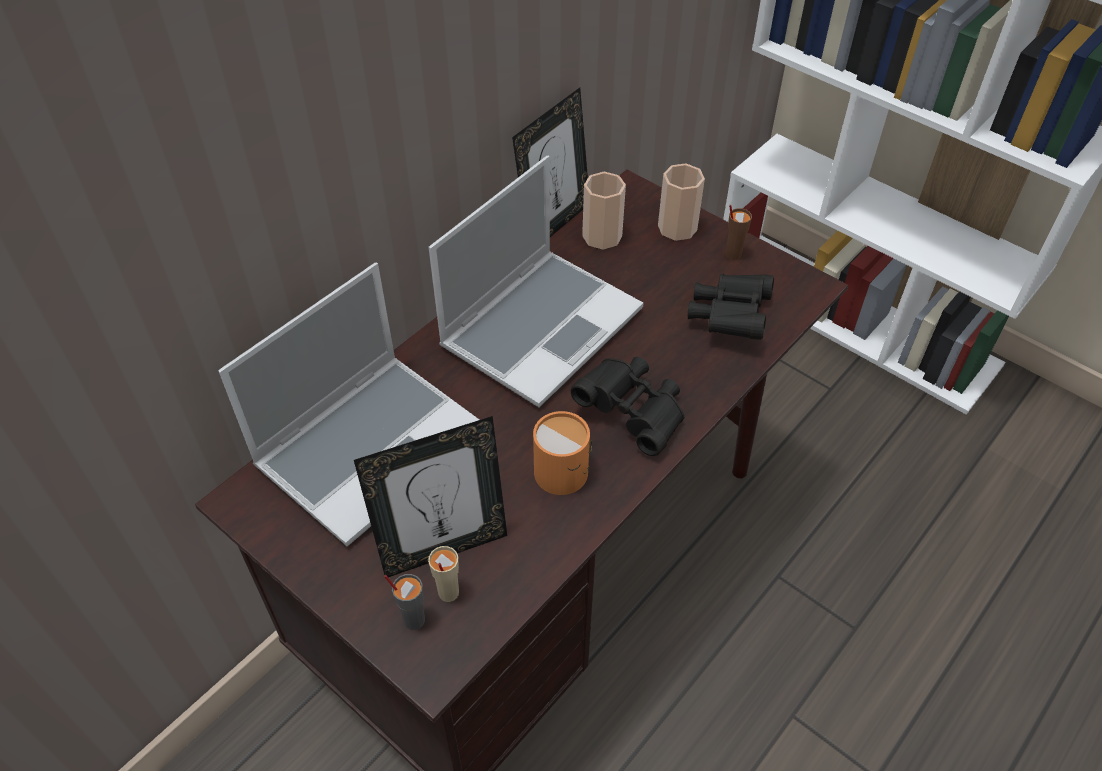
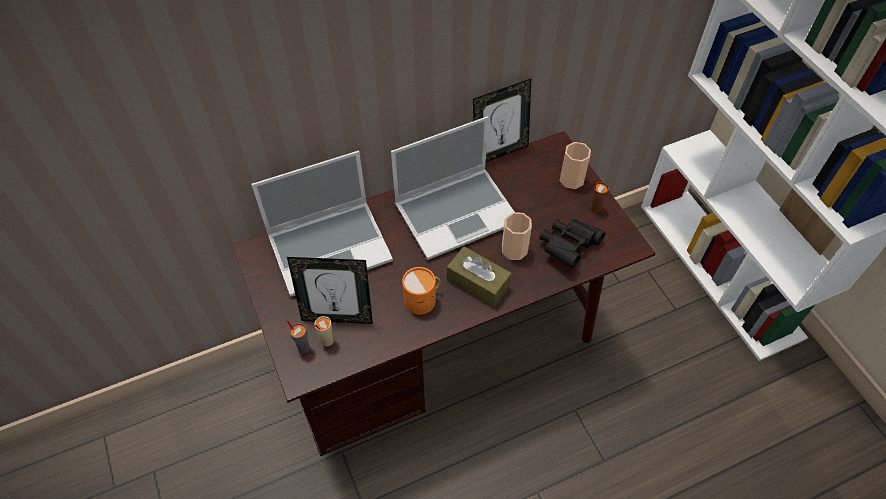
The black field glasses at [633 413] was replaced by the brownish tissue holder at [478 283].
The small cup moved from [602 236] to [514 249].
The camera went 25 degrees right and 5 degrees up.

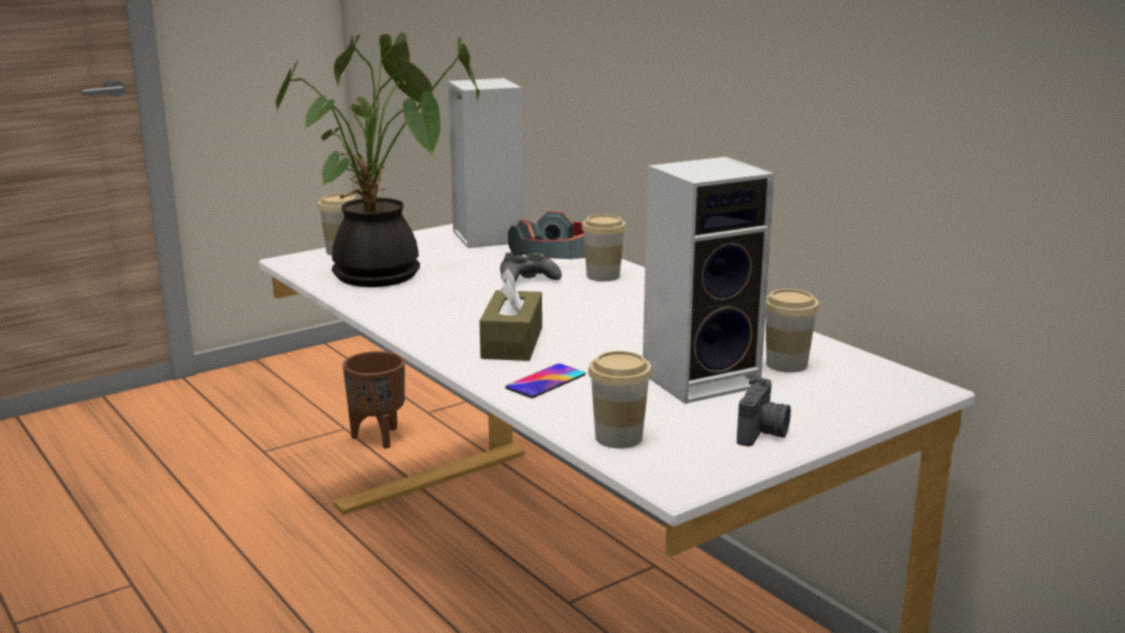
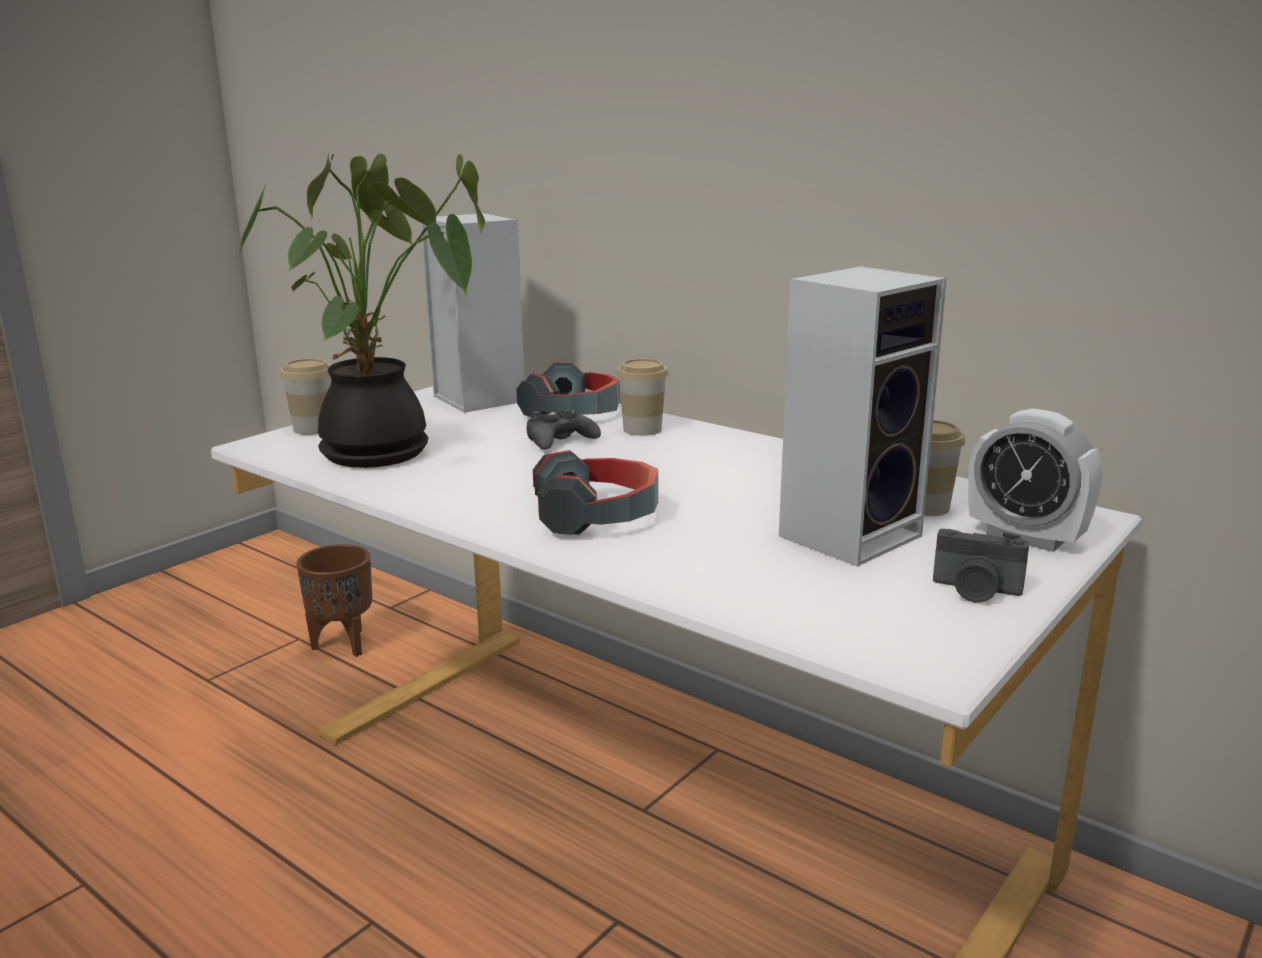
The brownish tissue holder at [512 343] was replaced by the pair of headphones at [598 516].
The still camera at [763 433] turned 105 degrees clockwise.
The bedside clock at [1025 537] appeared.
The handset at [546 382] disappeared.
The small cup at [618 437] disappeared.
The camera went 15 degrees left and 0 degrees up.

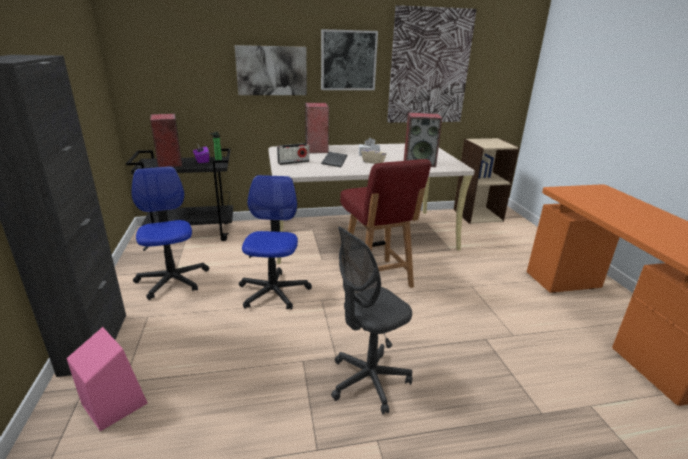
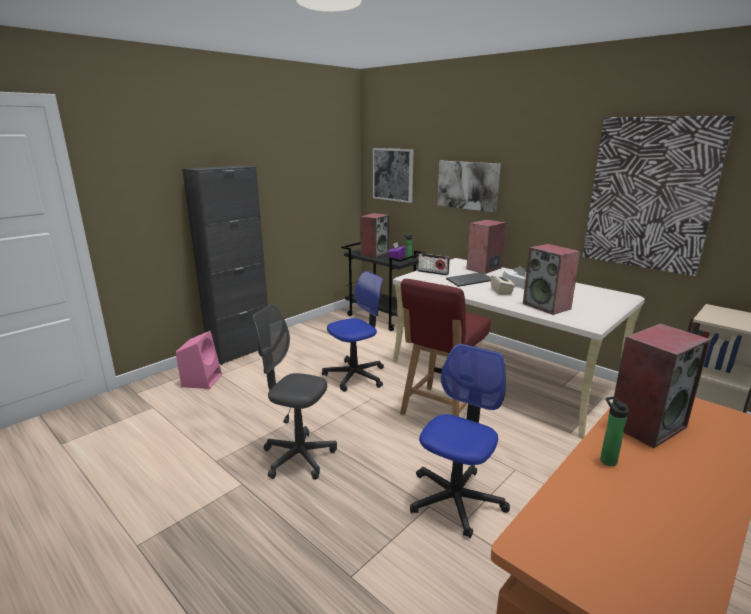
The wall art moved from [348 60] to [393 174].
The office chair moved from [172 280] to [455 499].
The bottle at [606 459] appeared.
The loudspeaker at [646 425] appeared.
The camera went 55 degrees right and 5 degrees down.

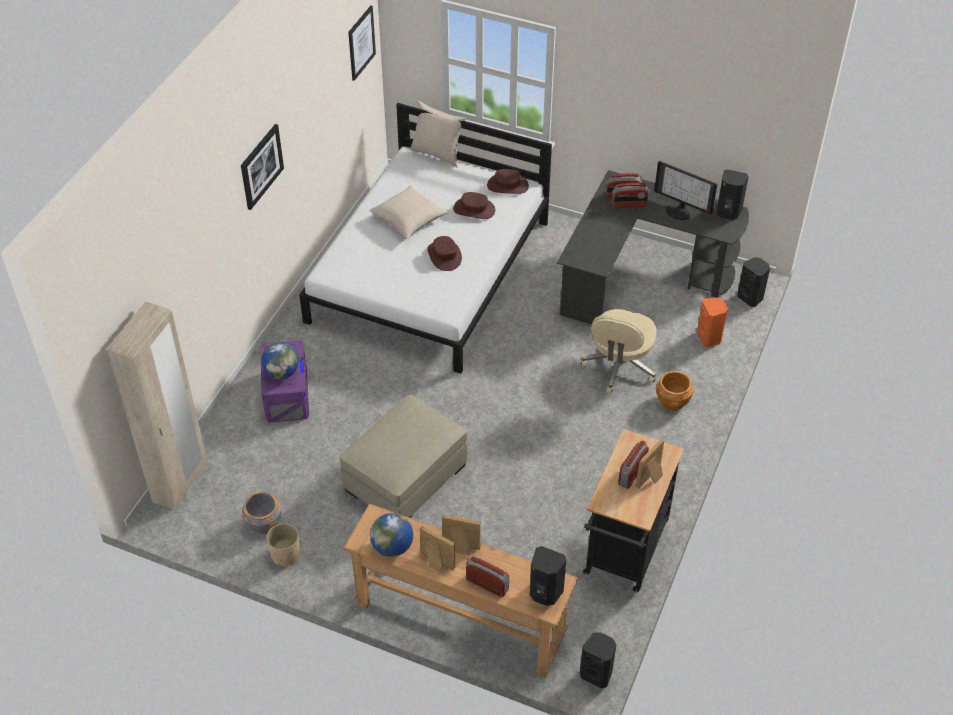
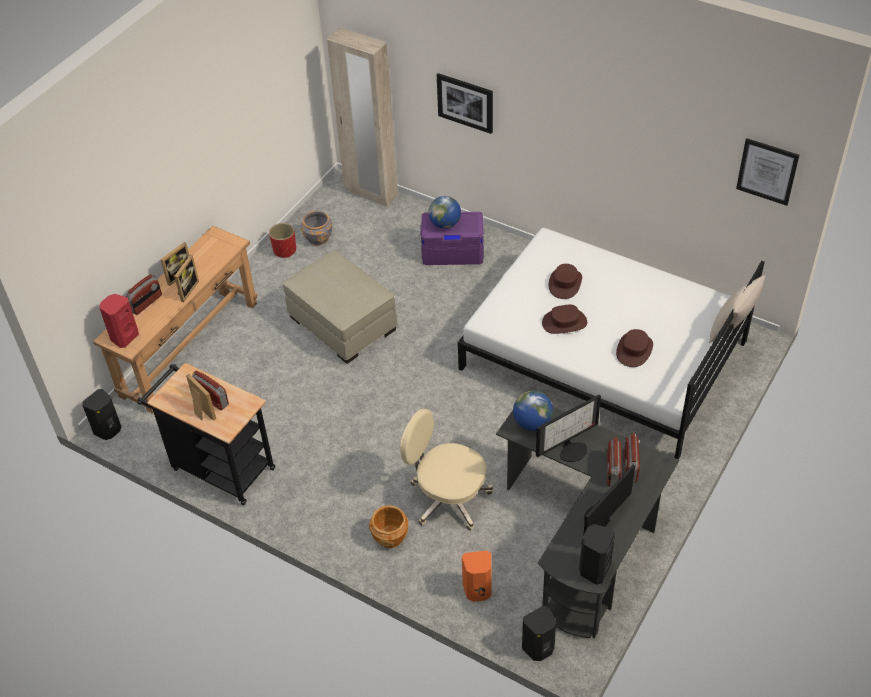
The black loudspeaker at [545 593] became the red-coloured loudspeaker at [124 337].
The beige-coloured flower pot at [285 555] became the red-coloured flower pot at [284 250].
The wall art moved from [261 166] to [465 102].
The world globe moved from [392 547] to [532 423].
The monitor at [572 449] appeared.
The brownish clothing hat moved from [507 186] to [565 283].
The beige-coloured pillow at [409 219] disappeared.
The camera went 100 degrees right and 0 degrees up.

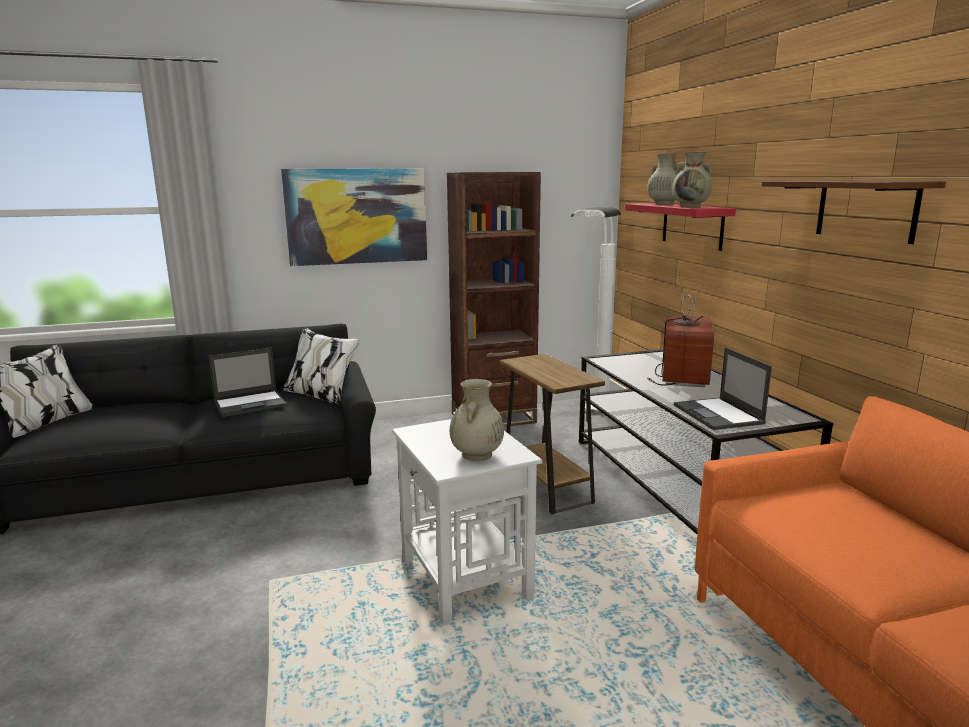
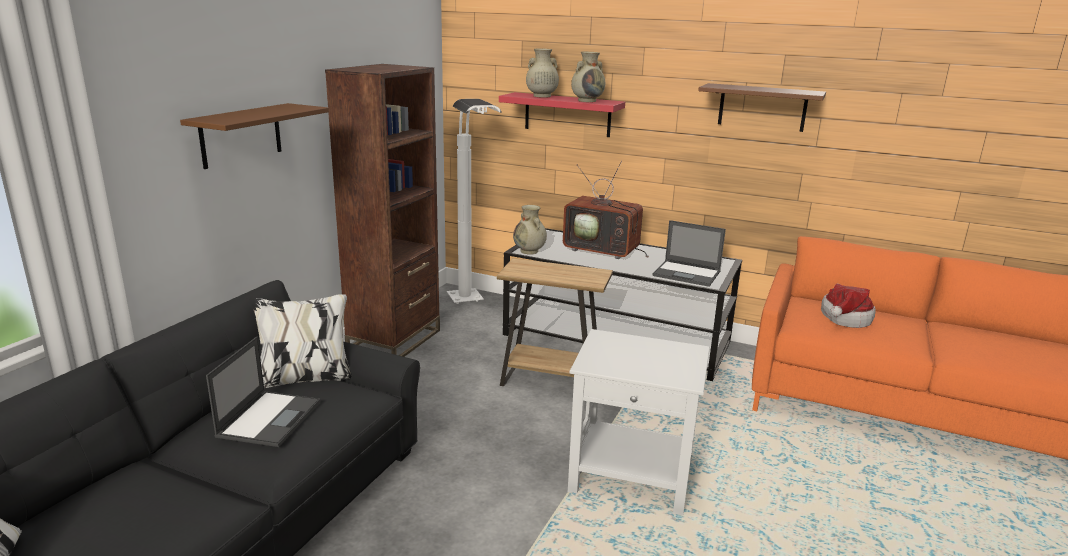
The wall art at [357 216] was replaced by the brownish shelf at [241 135].
The beige-coloured flower vase moved from [477 455] to [529 251].
The television at [680 376] turned 150 degrees clockwise.
The clothing hat at [844 319] appeared.
The camera went 50 degrees left and 5 degrees up.

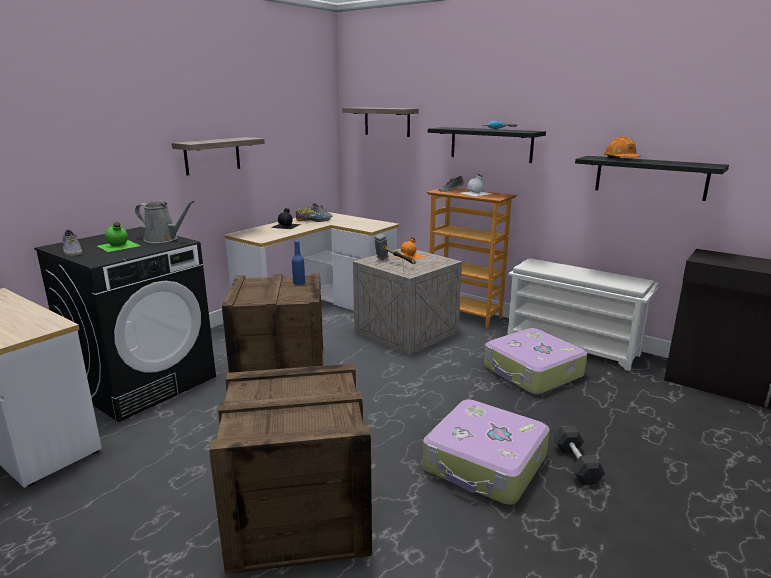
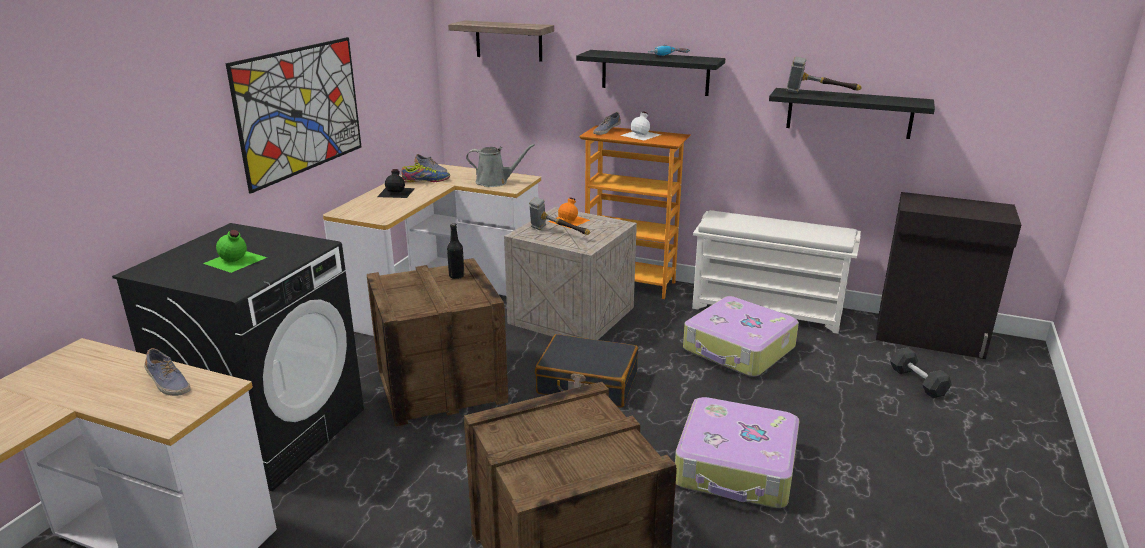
The low shoe moved from [72 251] to [167 383].
The shelf at [212 156] was replaced by the wall art at [301 110].
The blue-coloured bottle at [299 283] became the black bottle at [456 276].
The gray watering can moved from [163 239] to [495 182].
The black travel case at [587 383] appeared.
The orangey safety helmet at [621 159] was replaced by the hammer at [819 94].
The gray free weight moved from [576 464] to [917 382].
The camera went 15 degrees left and 5 degrees up.

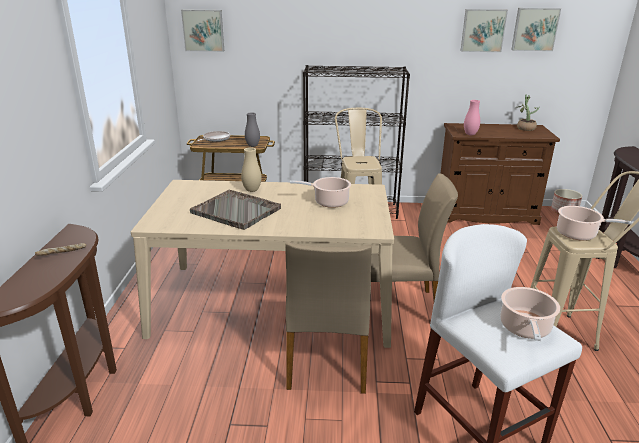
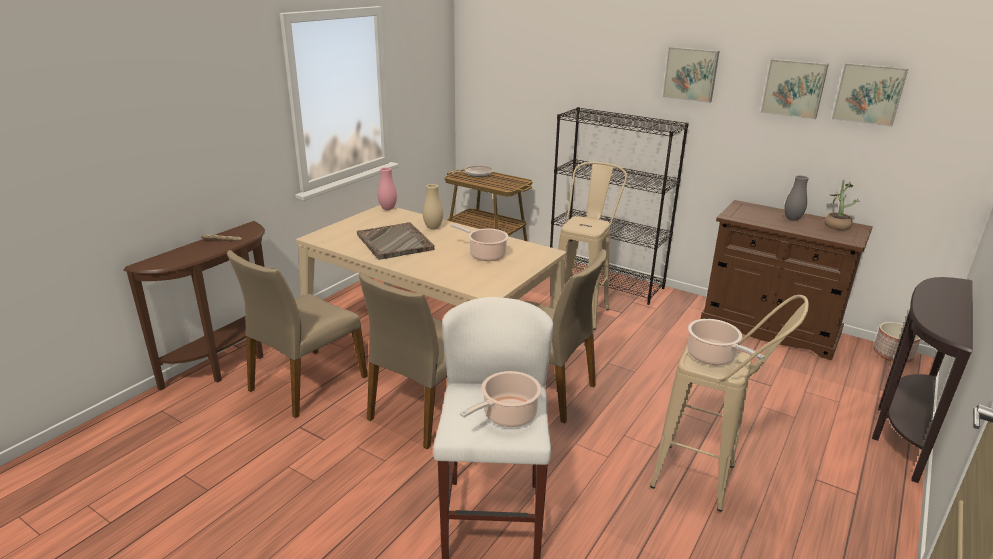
The beige-coloured plain chair at [306 383] appeared.
The pinkish flower vase moved from [470 134] to [388 208].
The wall art moved from [203 30] to [691 74].
The gray flower vase moved from [252 146] to [792 219].
The camera went 30 degrees right and 0 degrees up.

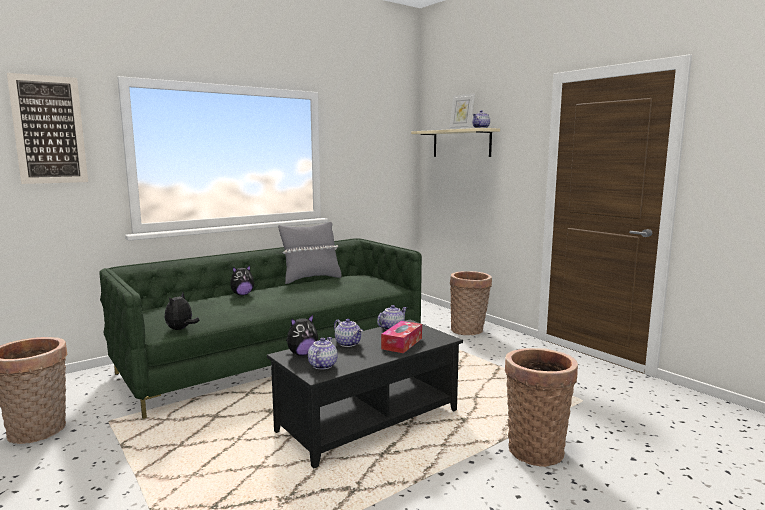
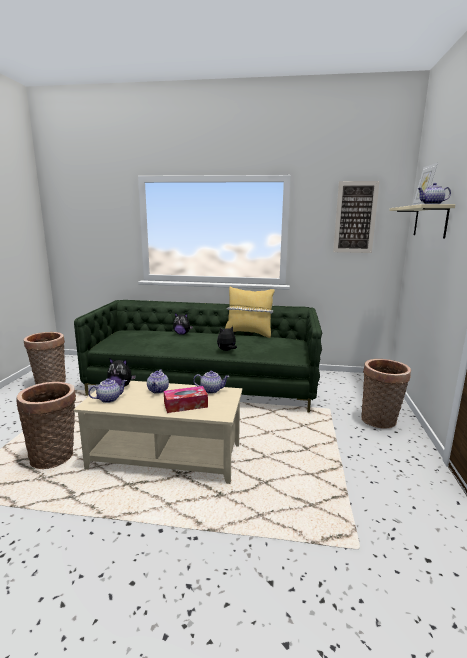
The basket moved from [535 448] to [55 456].
The black lounge table at [368 420] became the beige-coloured lounge table at [166 456].
The soft toy moved from [181 329] to [226 350].
The gray pillow at [310 278] became the yellowish pillow at [248 333].
The wall art moved from [49 130] to [355 217].
The camera went 45 degrees right and 5 degrees up.

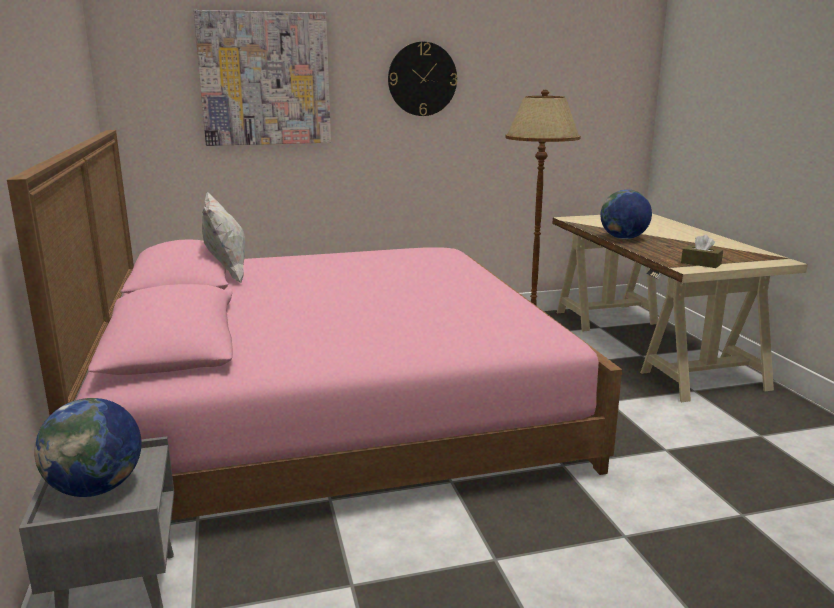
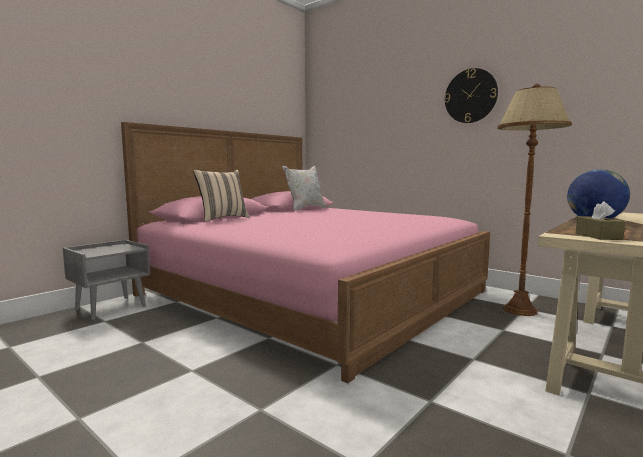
The beige-coloured pillow at [222 218] appeared.
The world globe at [96 488] disappeared.
The wall art at [265 79] disappeared.
The camera went 55 degrees right and 10 degrees down.

